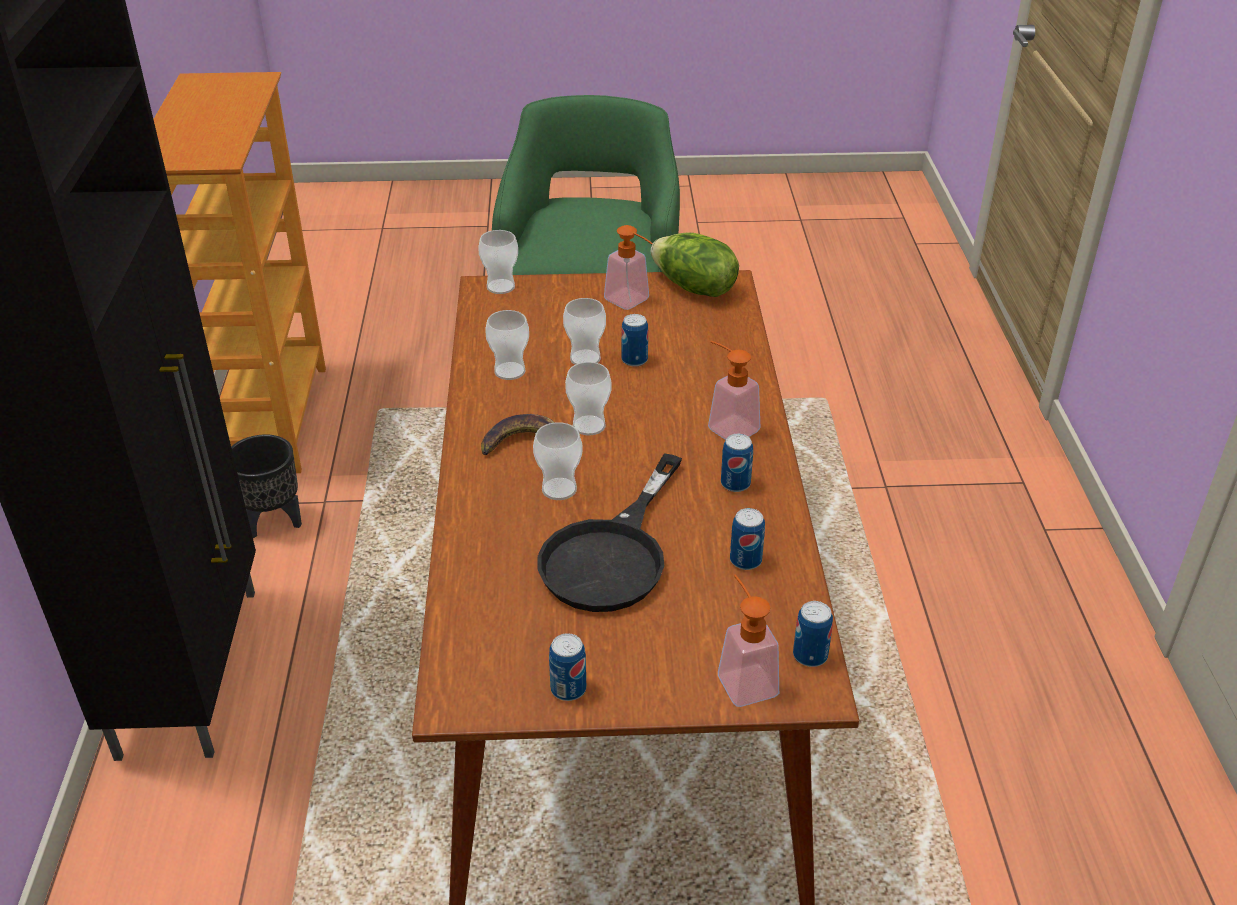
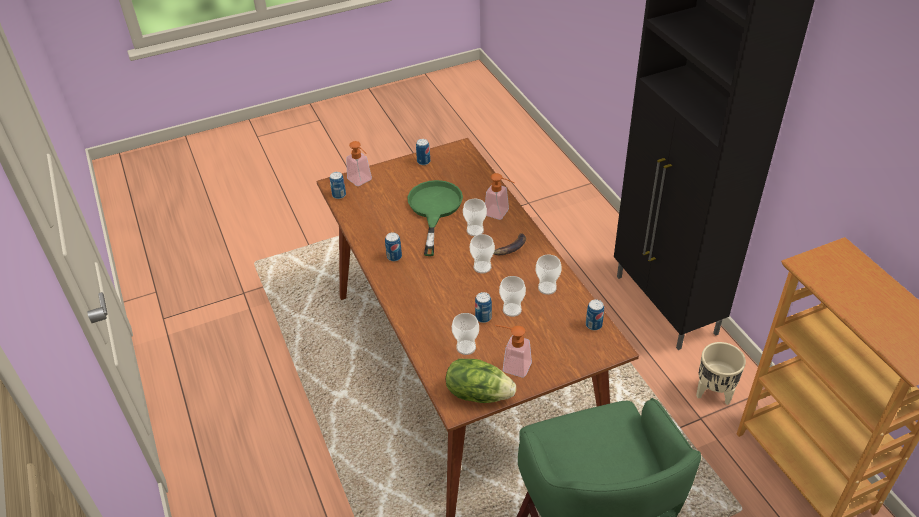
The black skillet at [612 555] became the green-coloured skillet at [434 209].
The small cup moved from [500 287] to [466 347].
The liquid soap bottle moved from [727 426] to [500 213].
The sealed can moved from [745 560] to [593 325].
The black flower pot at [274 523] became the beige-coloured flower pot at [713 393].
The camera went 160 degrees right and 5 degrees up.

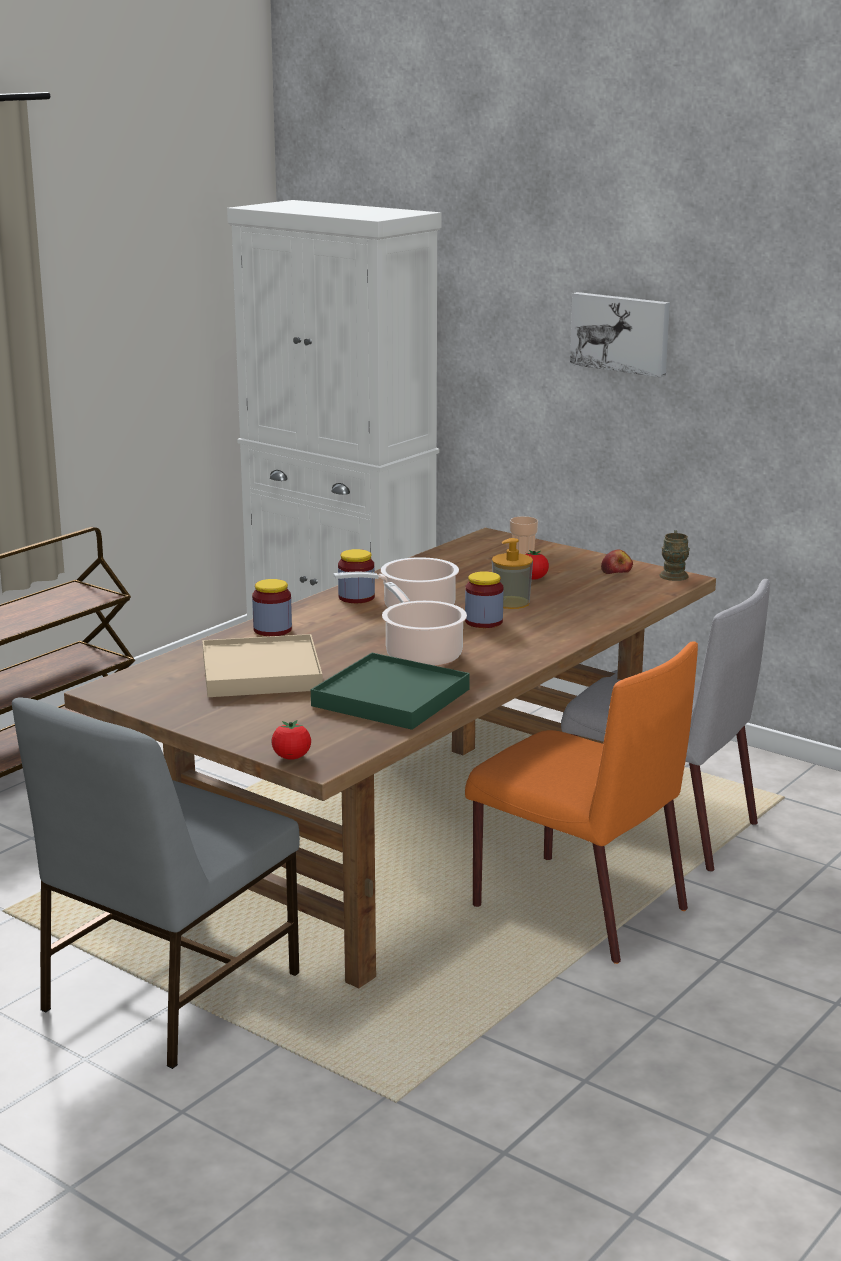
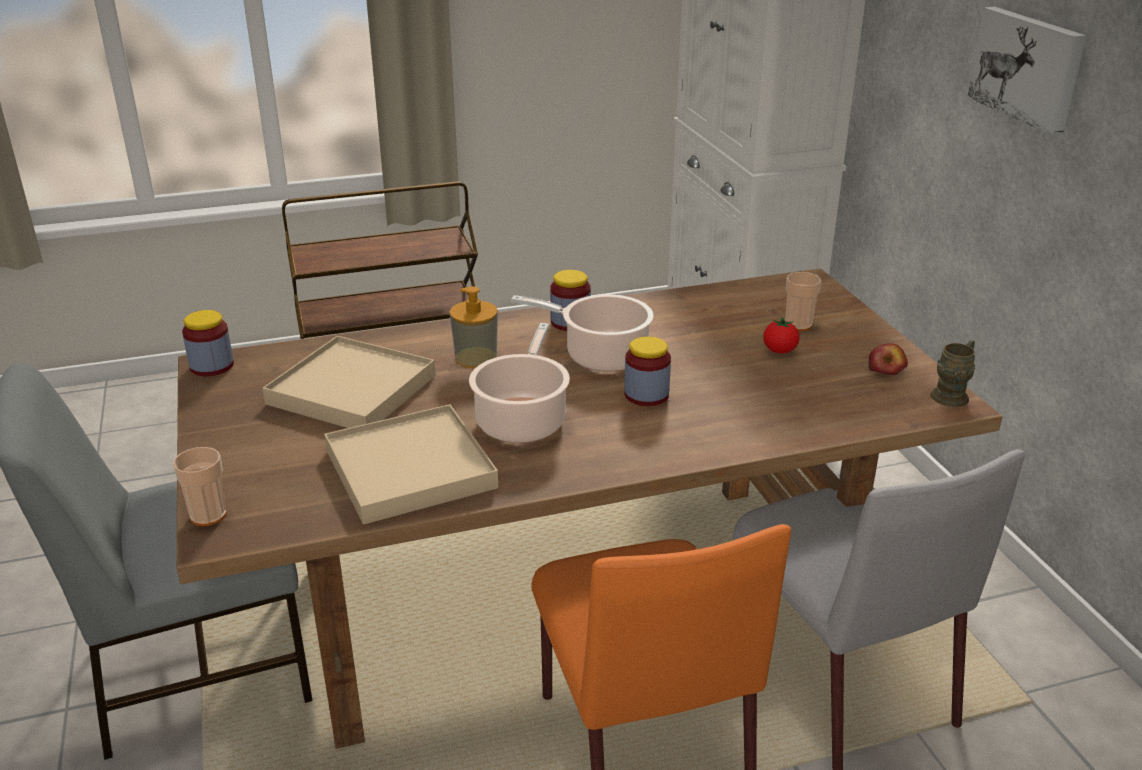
The fresh tomato at [291 757] was replaced by the small cup at [208 515].
The preserve jar moved from [272 630] to [212 366].
The green-coloured serving tray at [391 697] became the beige-coloured serving tray at [410 469].
The liquid soap bottle moved from [511 602] to [476 358].
The camera went 35 degrees right and 10 degrees up.

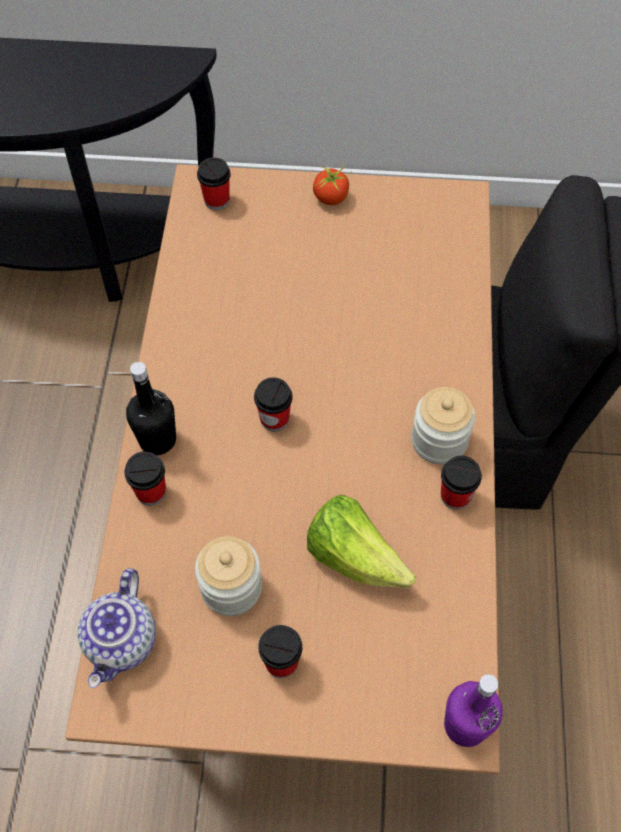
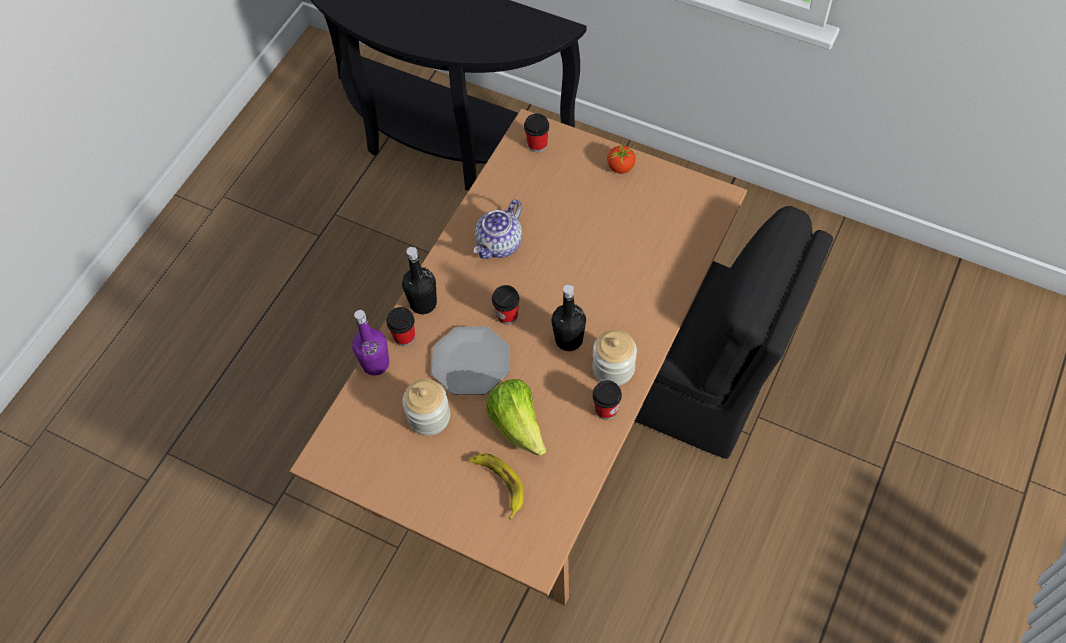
The purple-coloured bottle moved from [465 725] to [375 364].
The dinner plate at [471 362] appeared.
The banana at [498 483] appeared.
The tea pot moved from [123 642] to [500 244].
The black bottle at [569 340] appeared.
The small cup at [281 662] disappeared.
The camera went 25 degrees right and 0 degrees up.

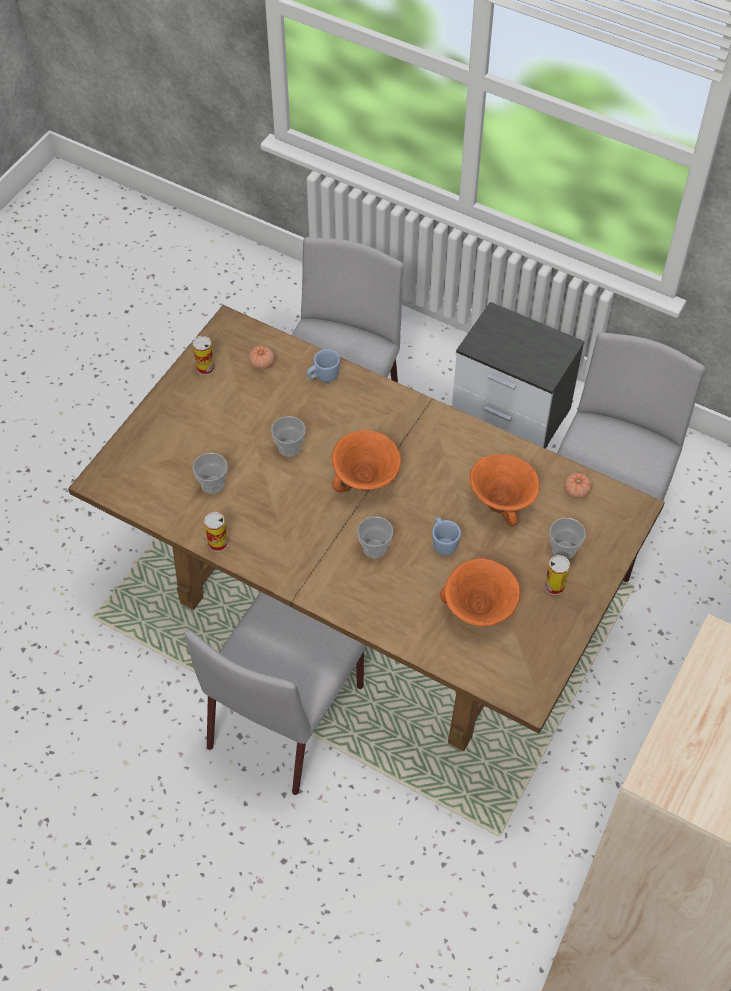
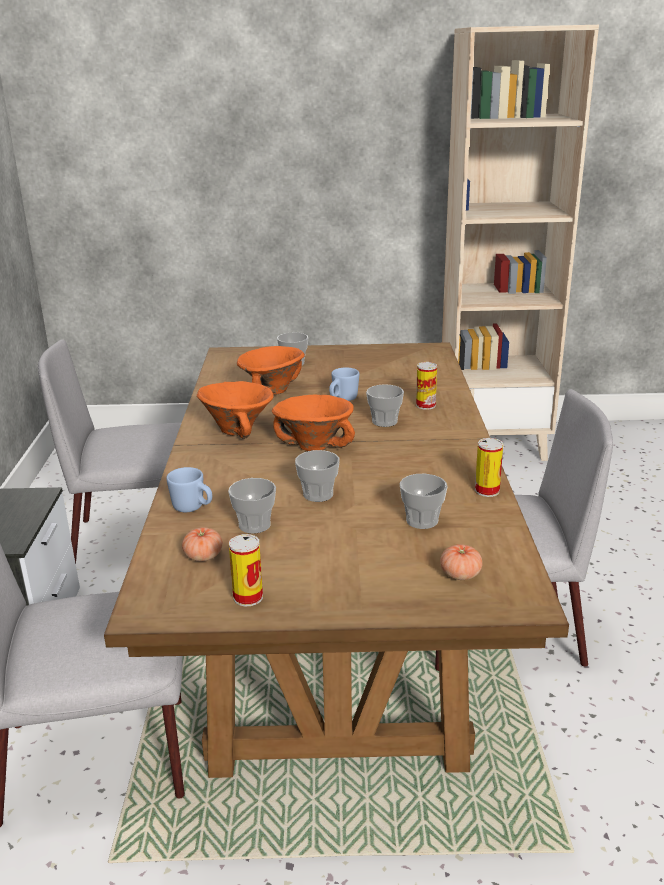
The orangey deep dish moved from [479 612] to [238 430].
The small cup at [254 525] appeared.
The sealed can moved from [554 586] to [425 405].
The fresh tomato moved from [576 491] to [460 574].
The camera went 120 degrees left and 30 degrees down.

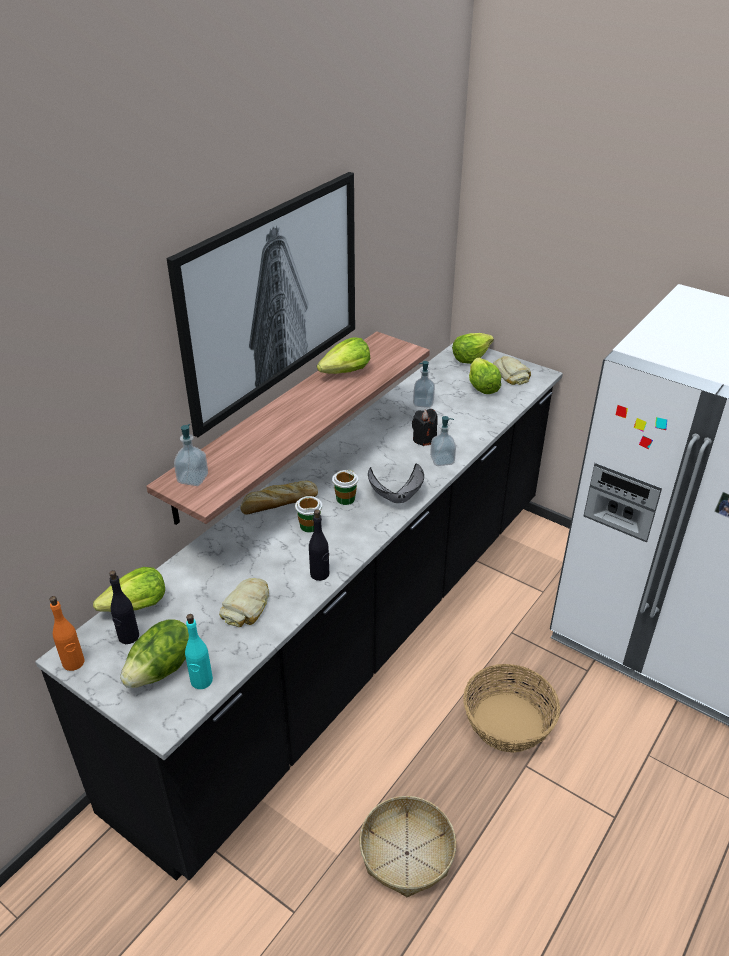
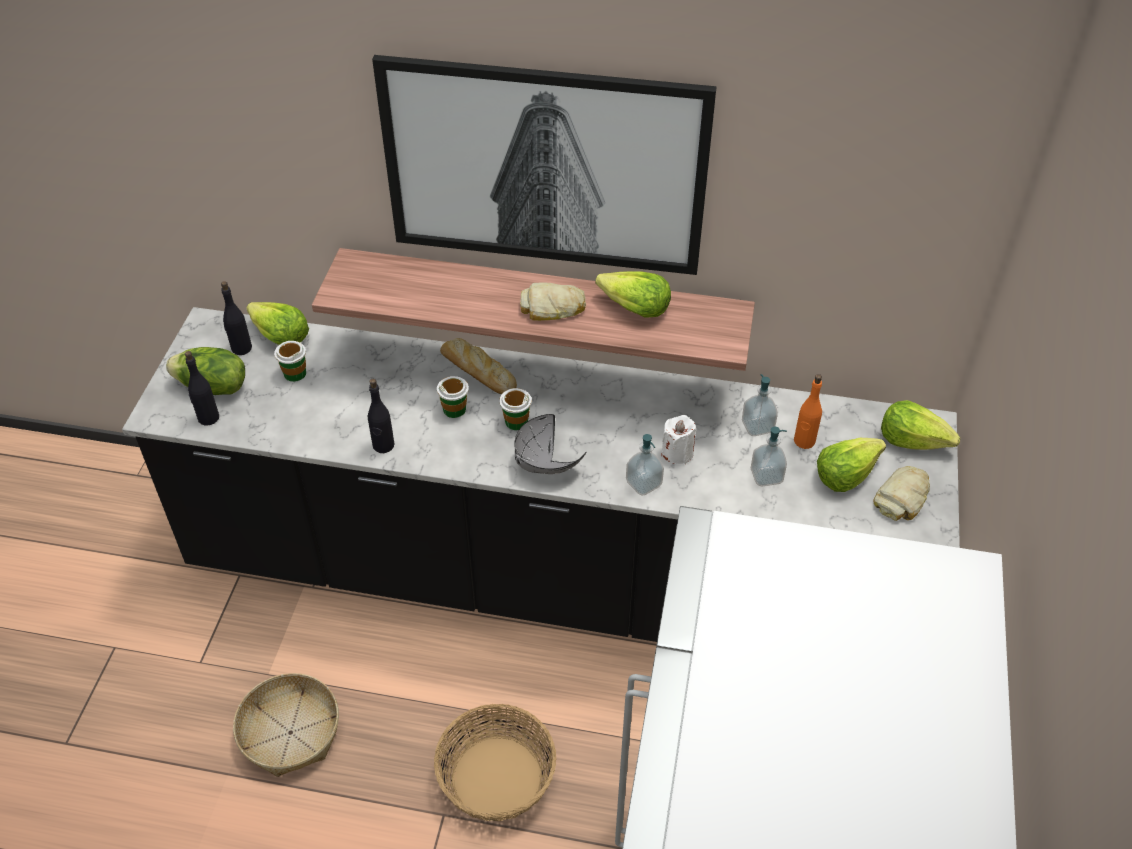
The turquoise-coloured bottle at [201 681] became the black bottle at [208 418].
The small cup at [295 373] appeared.
The baked bread moved from [247 606] to [553 308].
The black wax candle at [424 439] became the whitish wax candle at [677 452].
The liquid soap bottle moved from [193 479] to [766 476].
The orangey bottle moved from [73 663] to [804 441].
The camera went 65 degrees right and 10 degrees up.

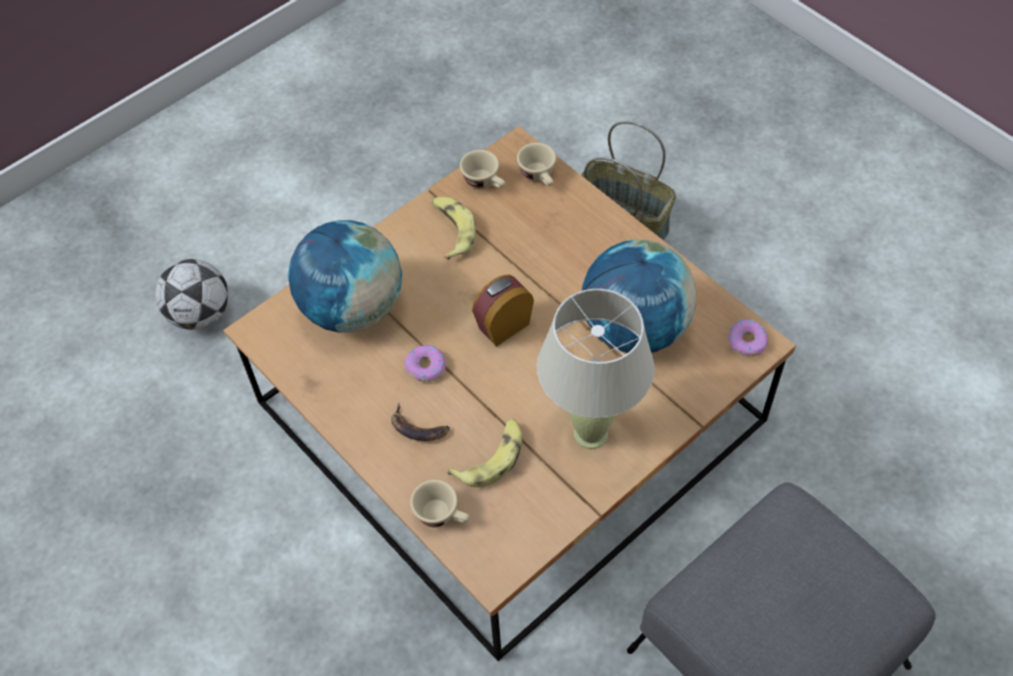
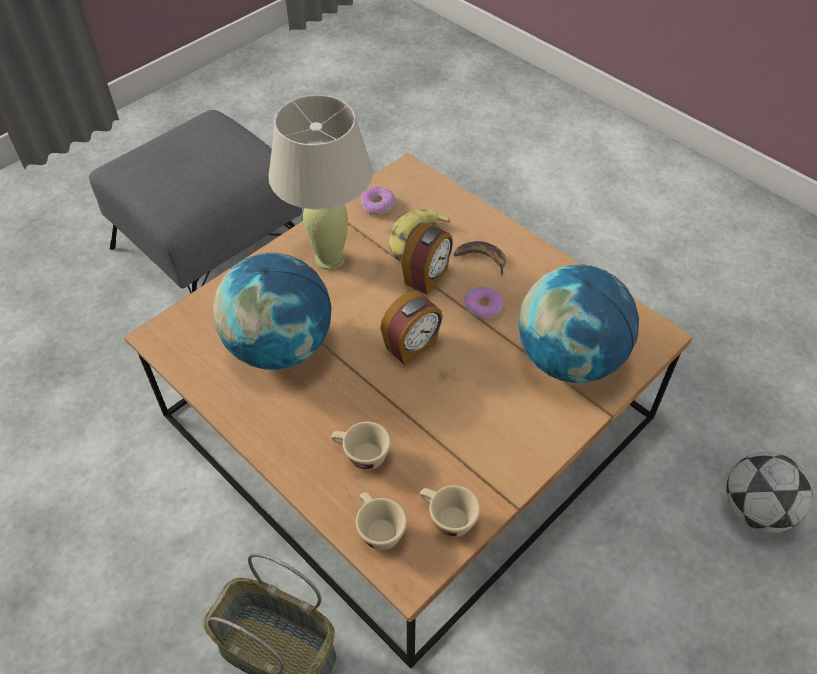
The beige-coloured small cup moved from [442 515] to [360 455].
The doughnut moved from [747 341] to [377 205].
The bedside clock at [427 277] appeared.
The banana at [452 230] disappeared.
The camera went 175 degrees right and 5 degrees down.

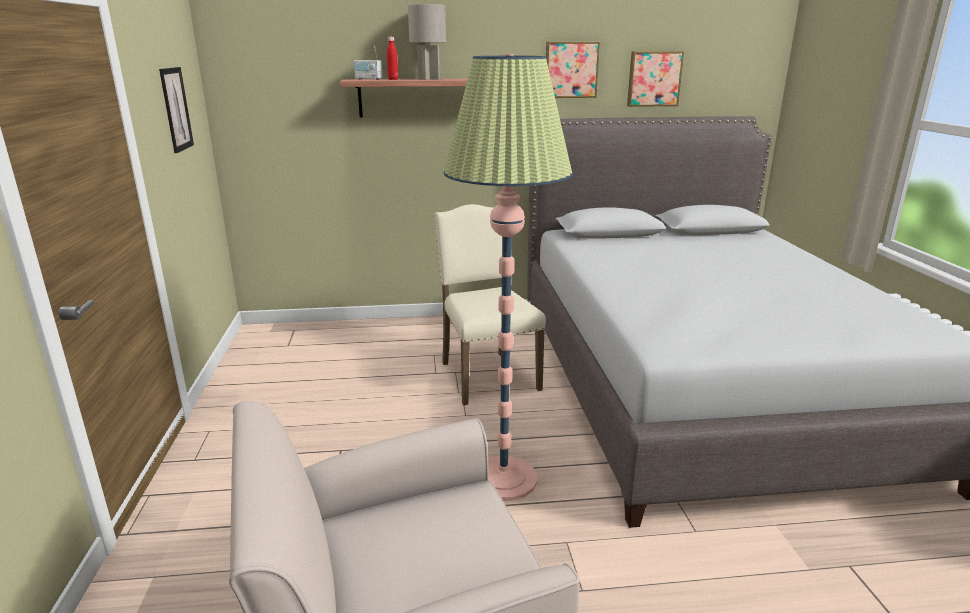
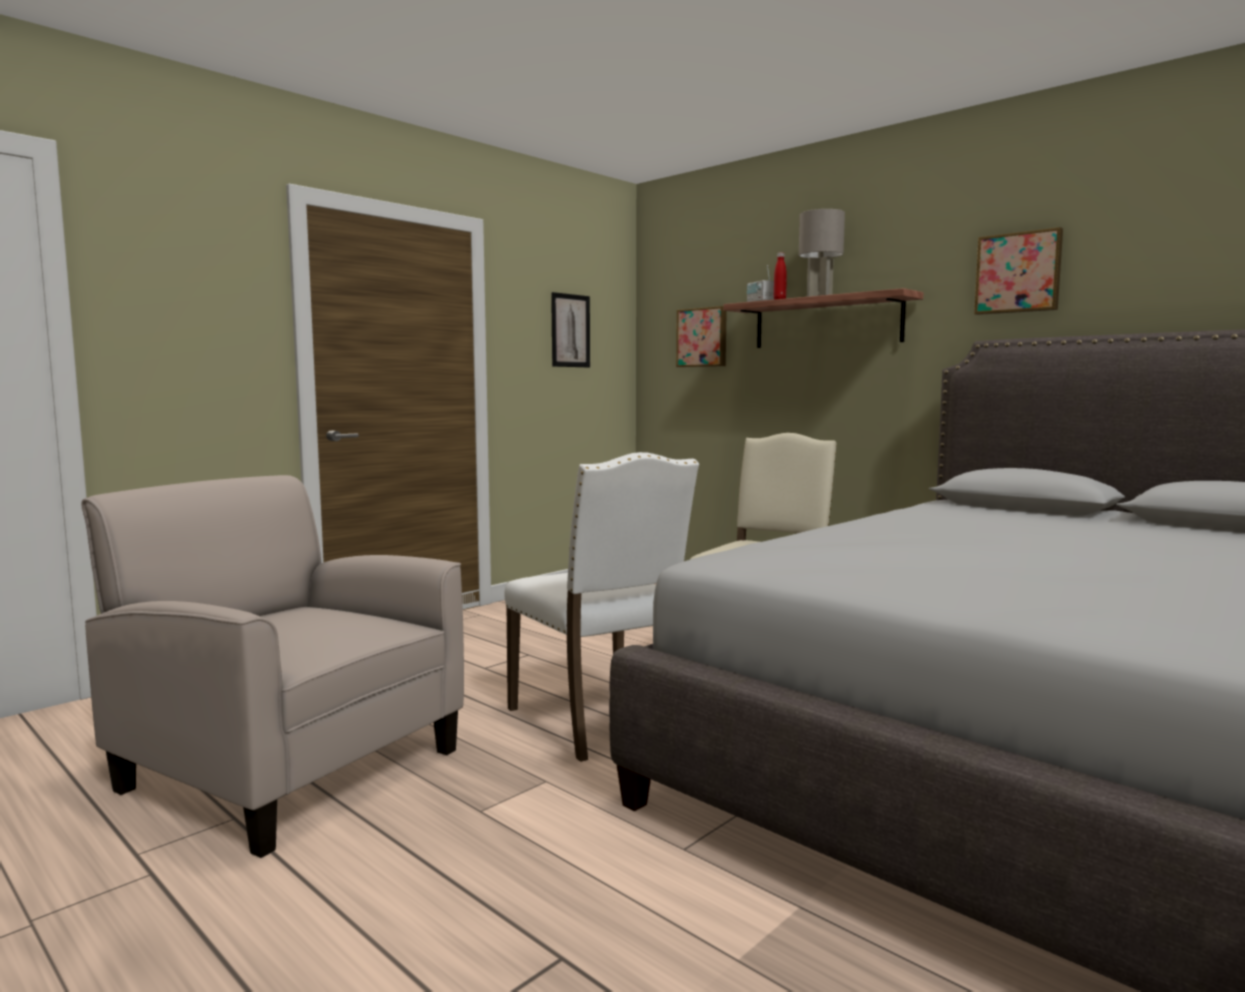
The floor lamp at [503 479] was replaced by the whitish plain chair at [599 722].
The wall art moved from [654 78] to [702 337].
The camera went 50 degrees right and 15 degrees down.

